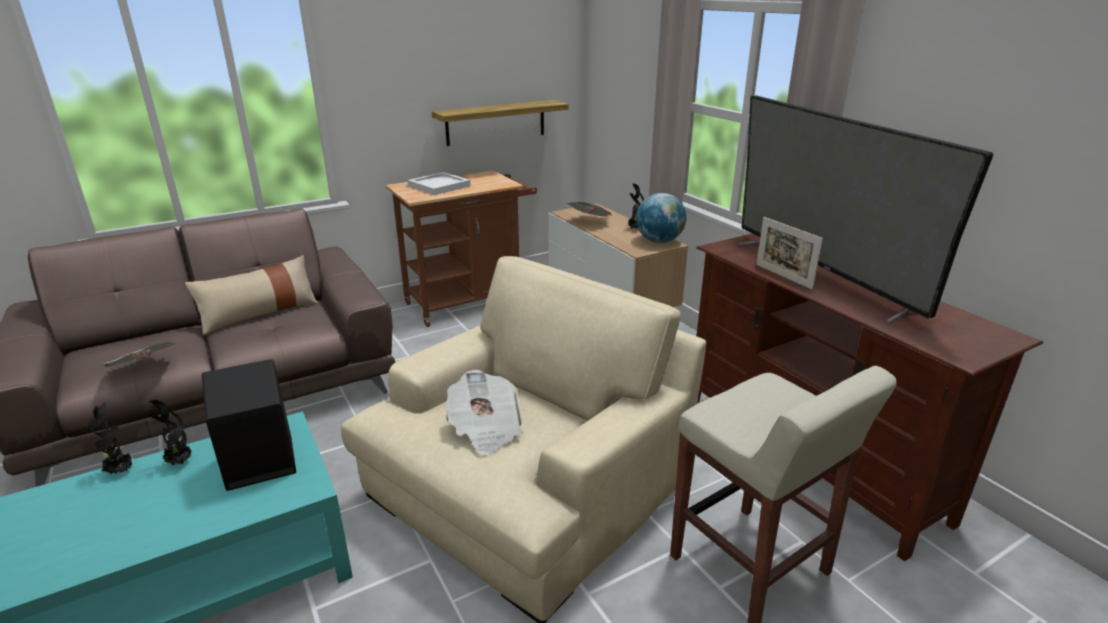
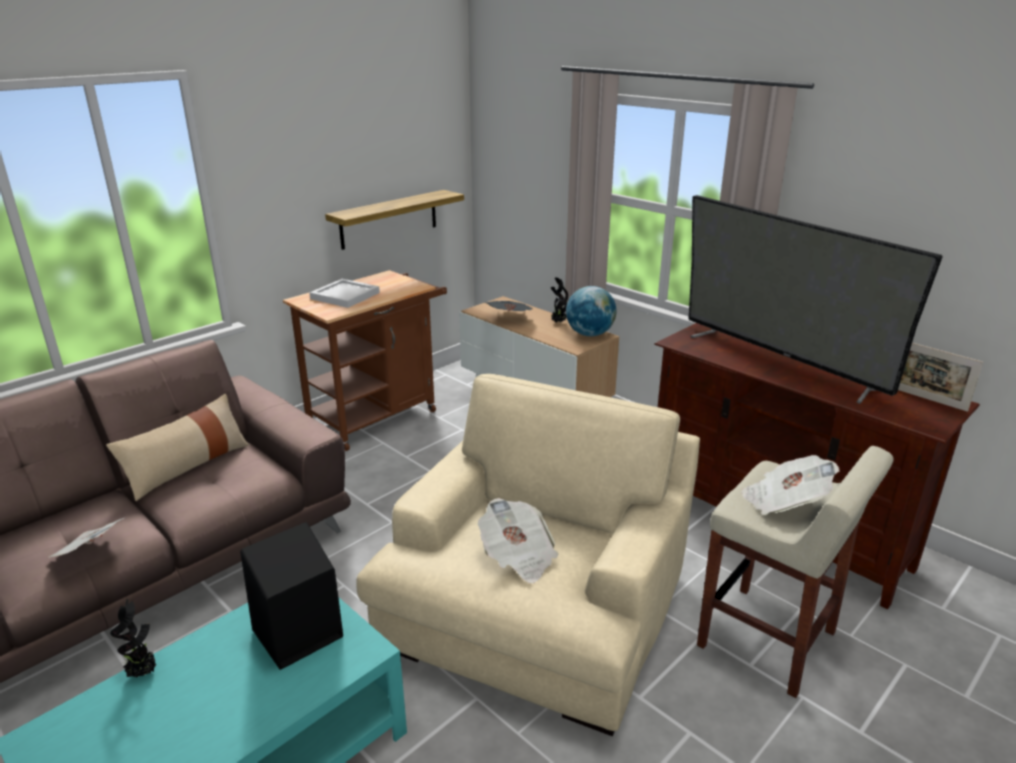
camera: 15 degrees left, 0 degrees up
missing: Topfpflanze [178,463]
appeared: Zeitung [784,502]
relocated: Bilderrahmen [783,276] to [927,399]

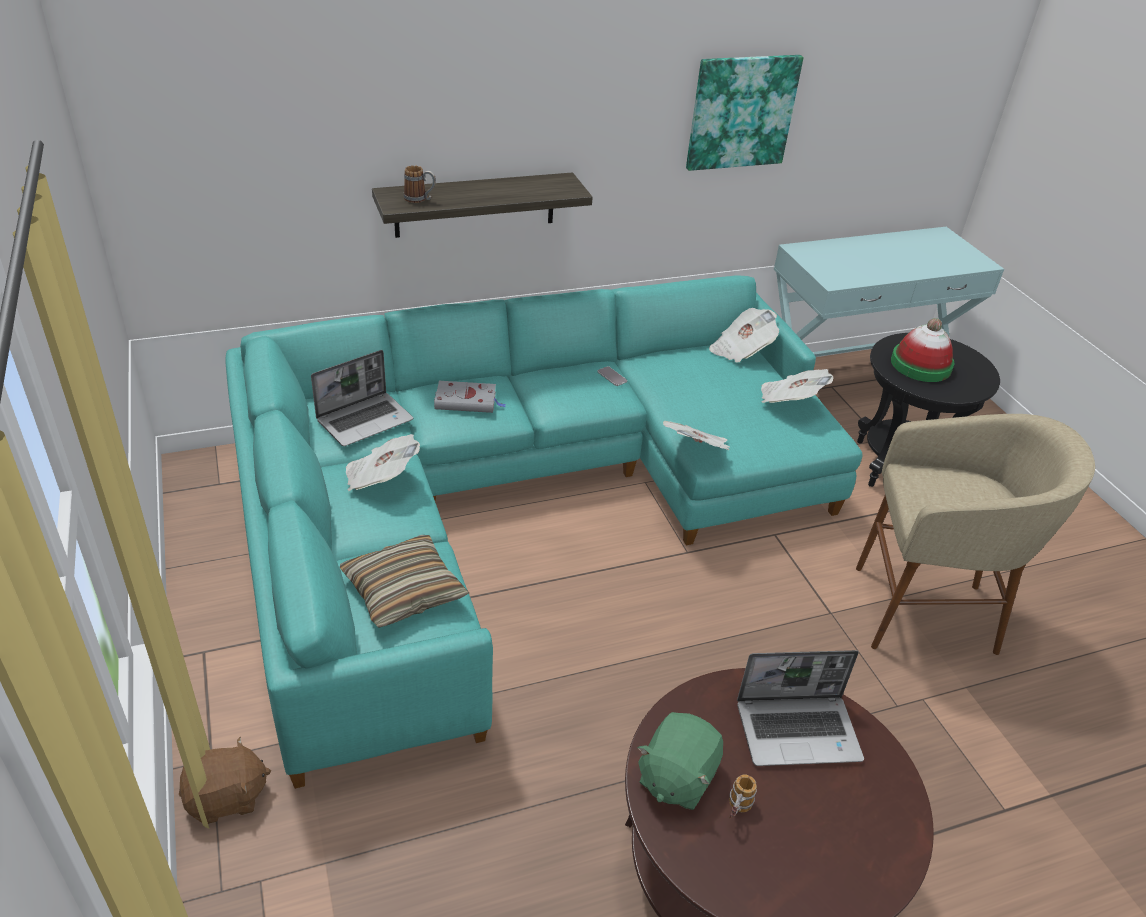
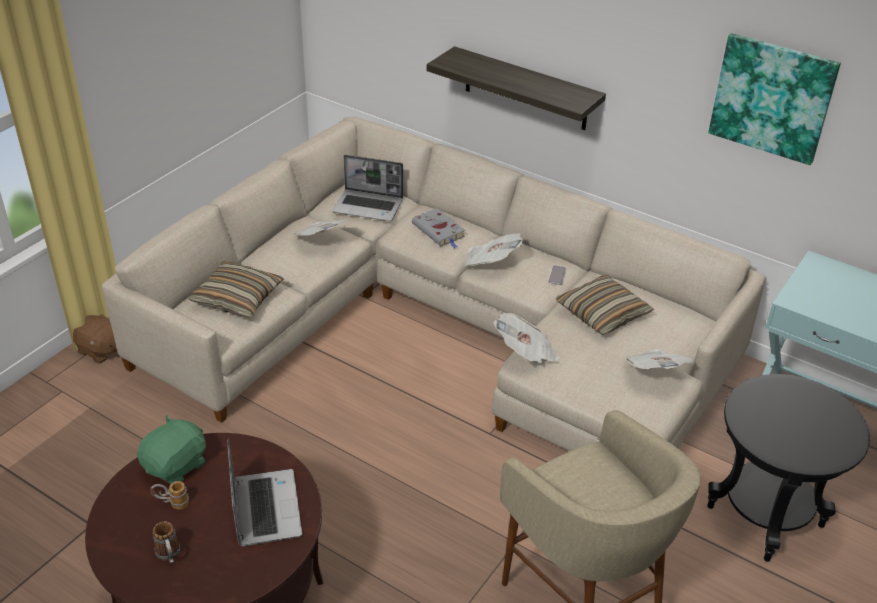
camera: 55 degrees right, 0 degrees up
missing: Hut [920,365]
appeared: Kissen [602,313]
relocated: Henkelbecher [420,199] to [169,555]; Zeitung [740,349] to [490,262]
colour: Sofa (türkis) [517,501] to Sofa (beige) [441,328]
spun: Plüschtier (grün) [676,777] = [176,466] 135 degrees clockwise; Laptop [799,730] = [265,508] 150 degrees counterclockwise

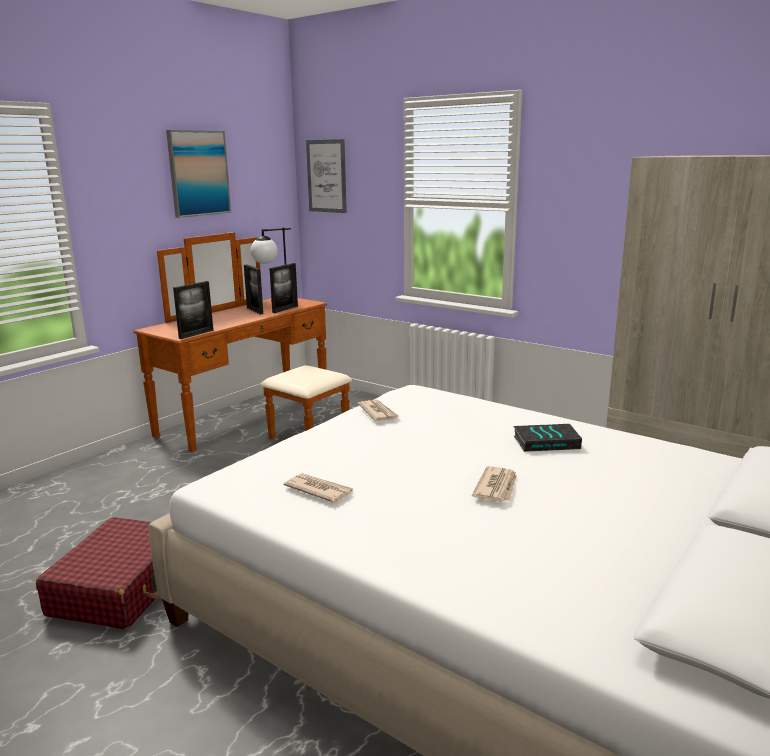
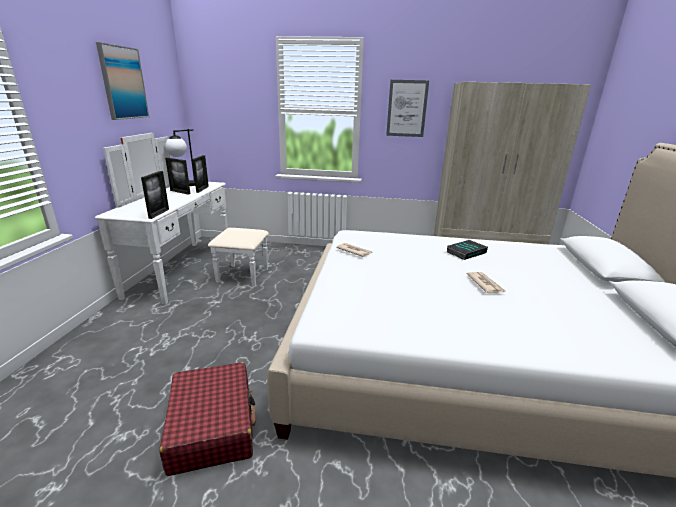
camera: 30 degrees left, 5 degrees up
missing: Zeitung [318,490]
relocated: Bild [326,176] to [407,108]
colour: Kommode (braun) [260,419] to Kommode (weiß) [196,270]

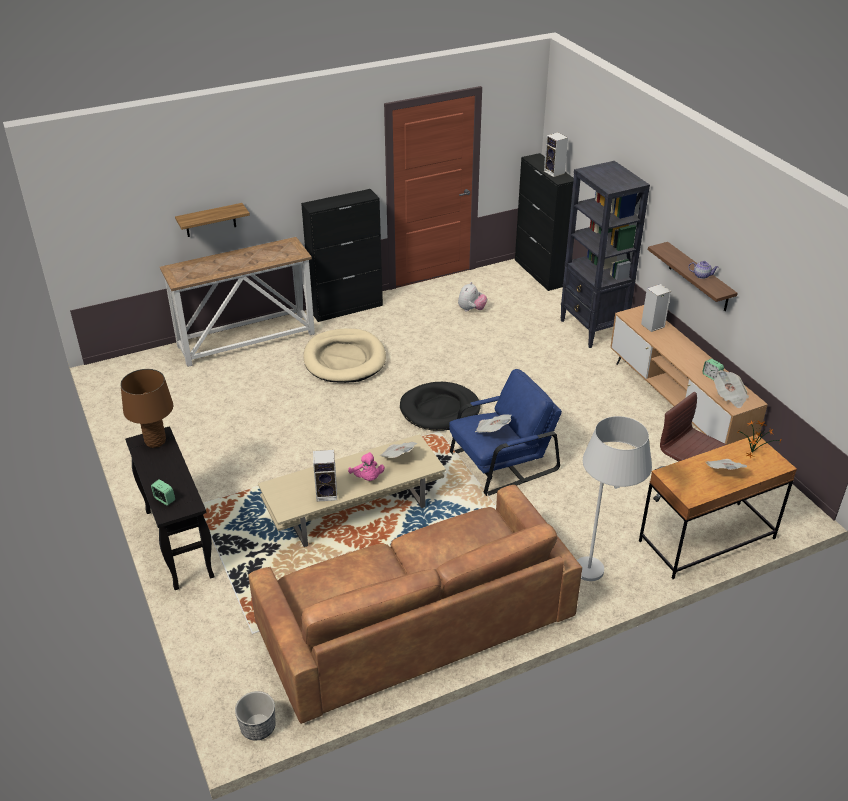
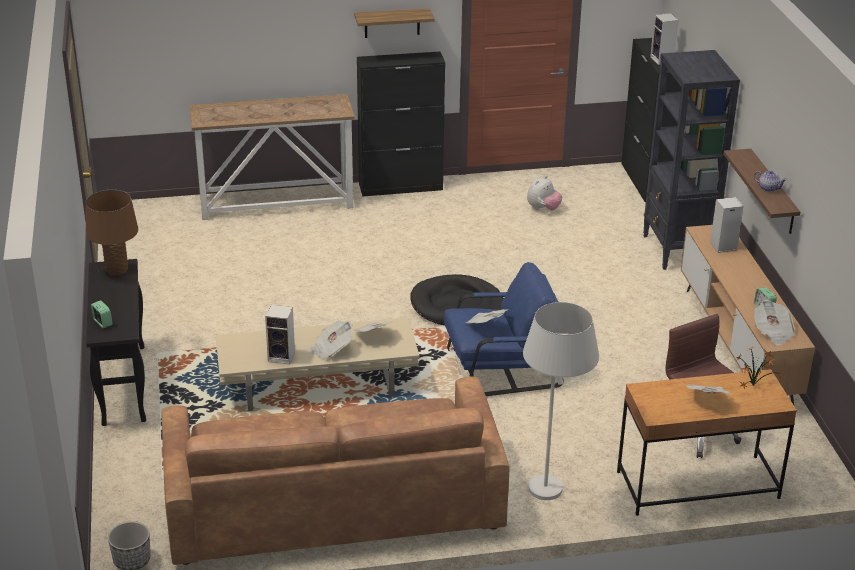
camera: 15 degrees right, 5 degrees down
missing: Hundebett (beige) [344,359]
relocated: Wandregal [210,220] to [392,23]
exchanged: Plüschtier (rosa) [367,478] to Zeitung [331,349]

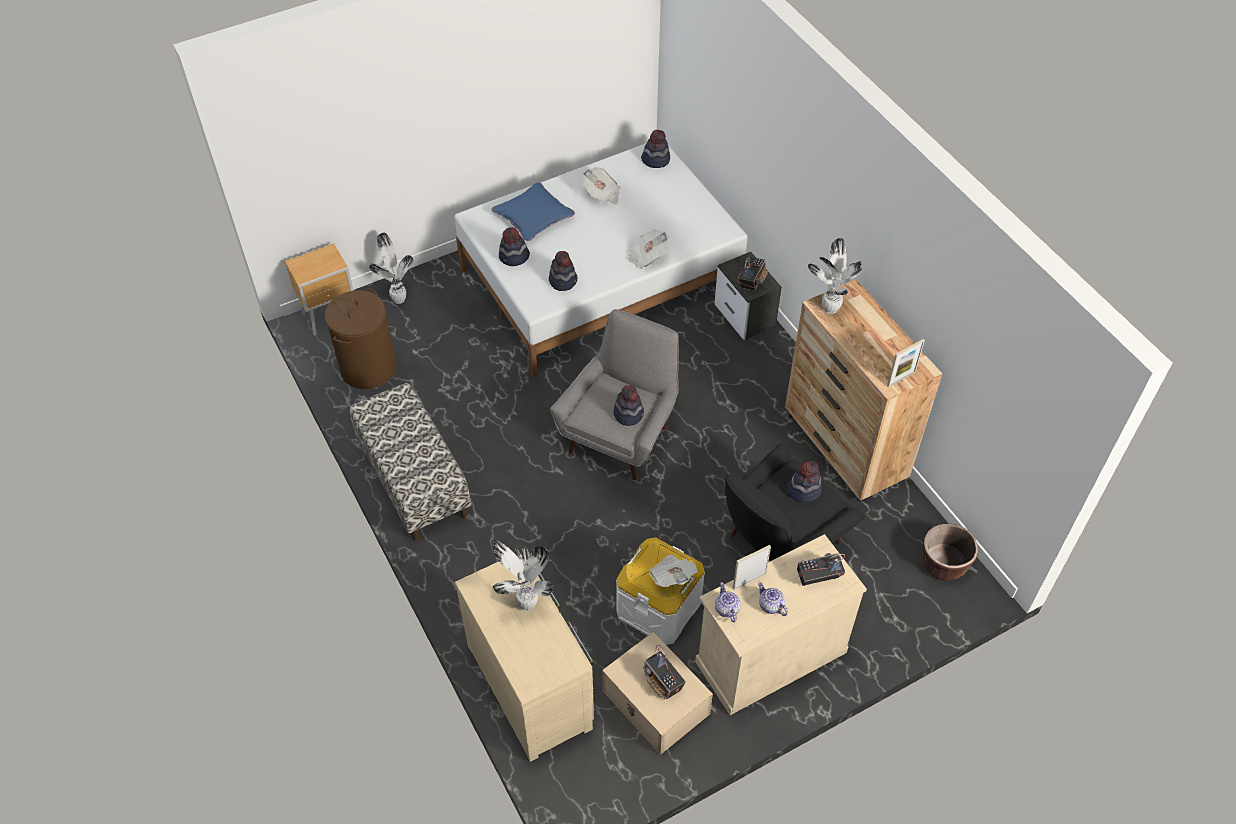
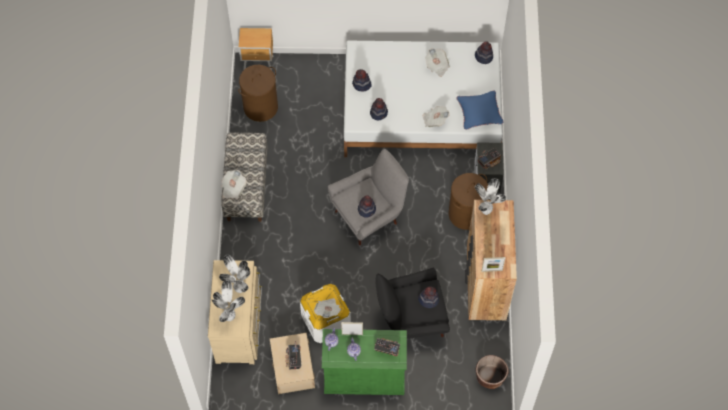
camera: 30 degrees right, 10 degrees up
appeared: Zeitung [233,188]; Wäschekorb (braun) [466,214]
relocated: Topfpflanze [398,298] to [230,316]; Kissen (blau) [533,216] to [479,112]
colour: Schrank (beige) [770,656] to Schrank (grün) [364,376]

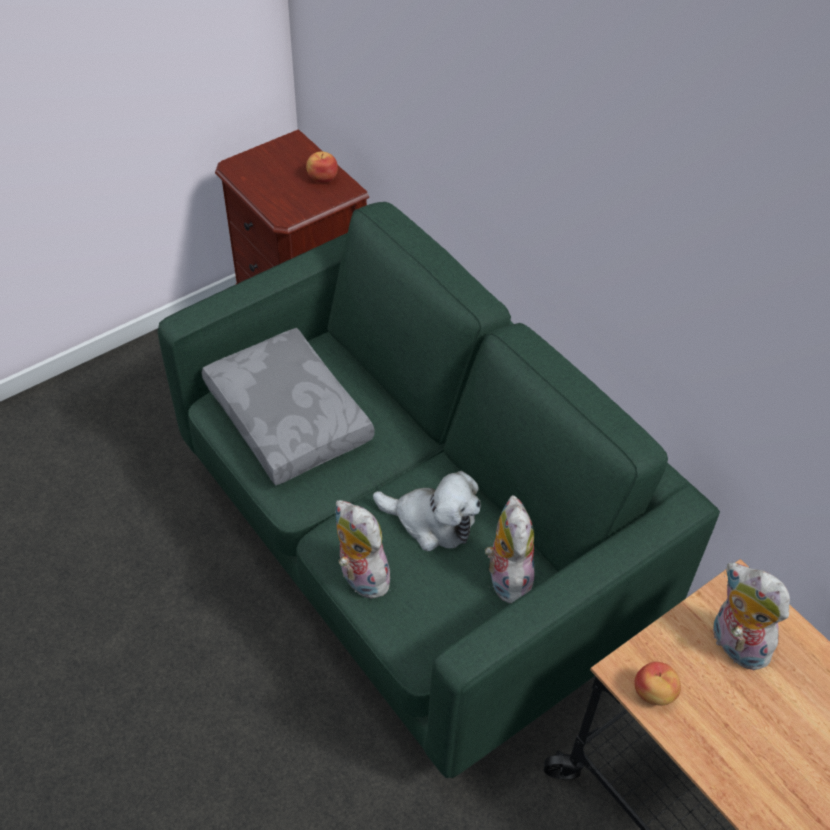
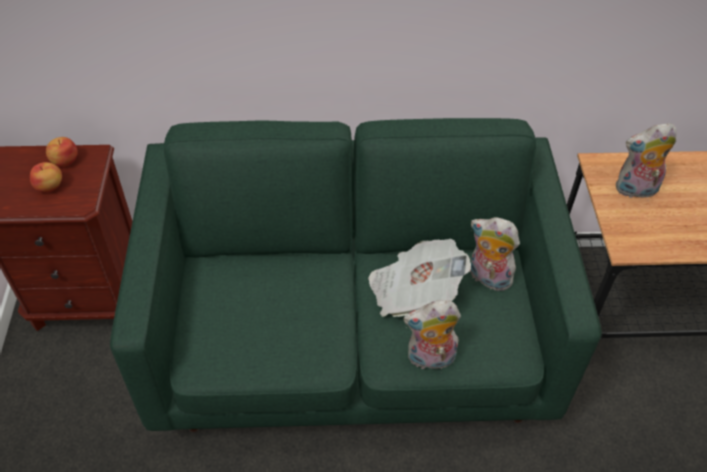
camera: 55 degrees left, 0 degrees up
missing: Kissen (grau) [291,417]
relocated: Apfel [654,693] to [50,187]
exchanged: Plüschtier [432,522] to Zeitung [414,292]

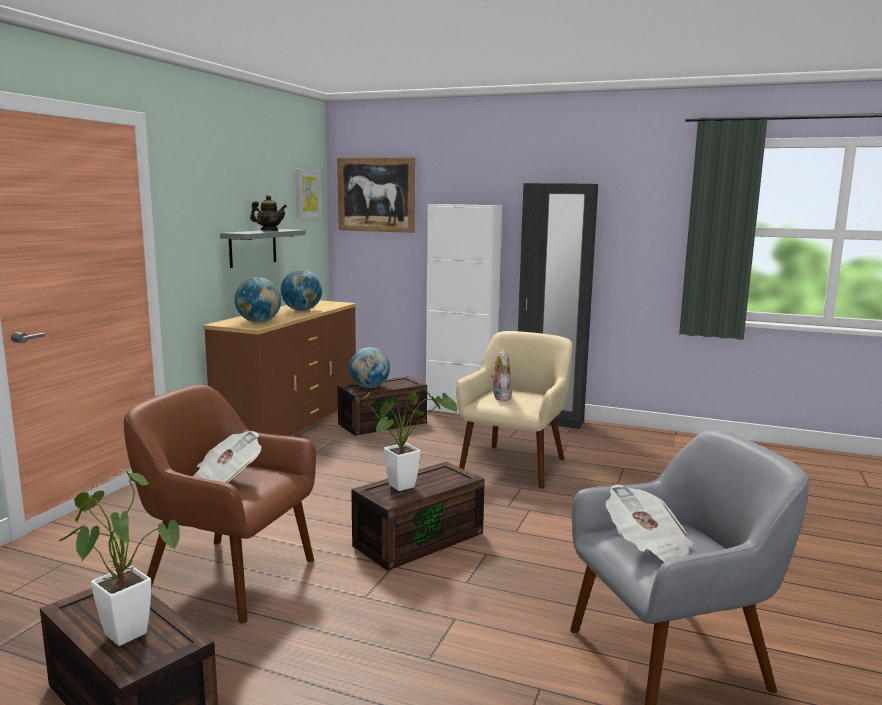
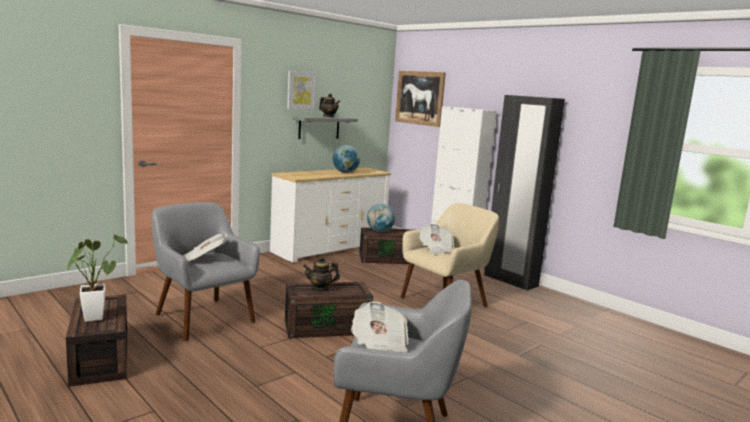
camera: 25 degrees right, 0 degrees up
missing: Globus [259,322]
relocated: Bild [307,194] to [301,90]
exchanged: Topfpflanze [407,485] to Teekanne [320,288]; Plüschtier [500,397] to Zeitung [435,249]
colour: Sessel (braun) [228,577] to Sessel (grau) [203,318]; Kommode (braun) [290,424] to Kommode (weiß) [329,248]

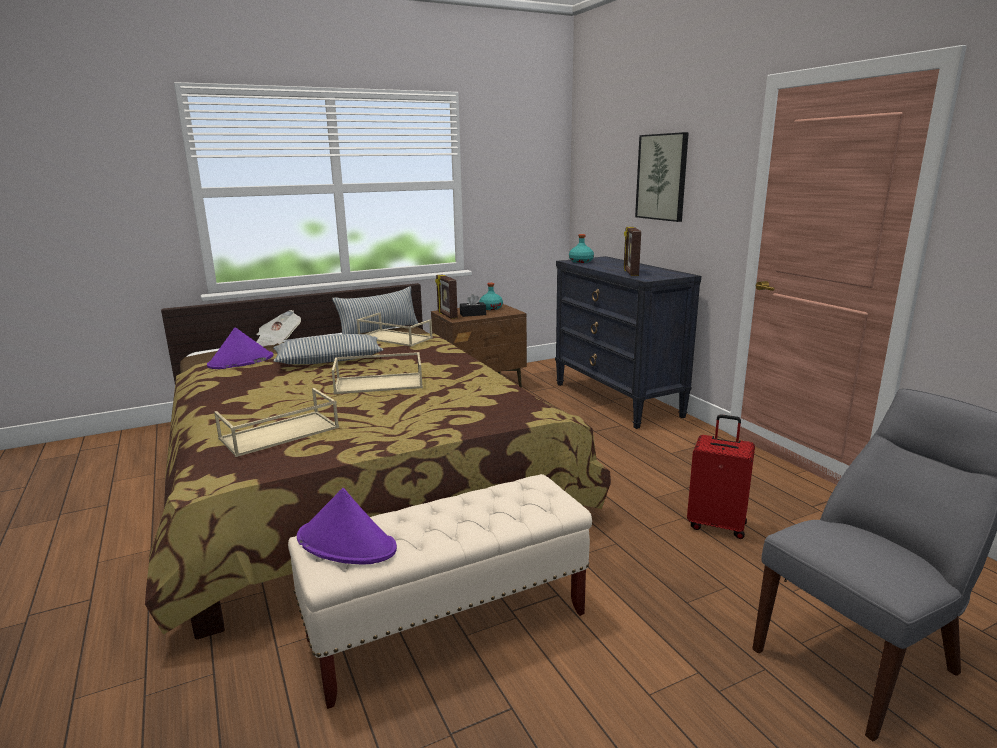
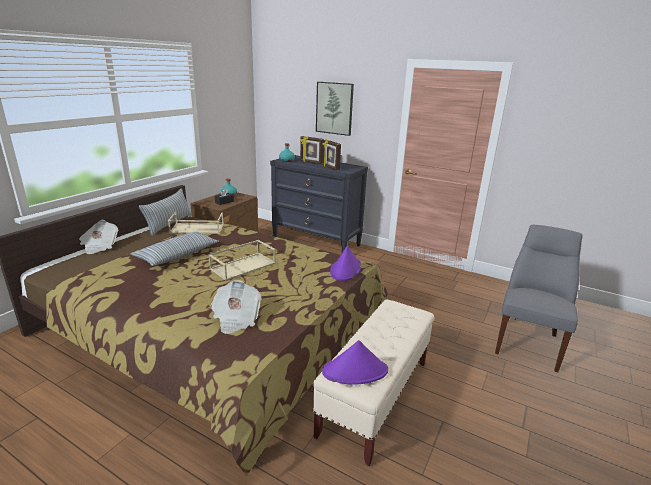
camera: 35 degrees left, 5 degrees up
missing: Koffer (rot) [717,524]
relocated: Hut (lila) [241,361] to [345,270]; Bilderrahmen [446,315] to [311,162]
exchanged: Tablett (beige) [279,434] to Zeitung [236,318]

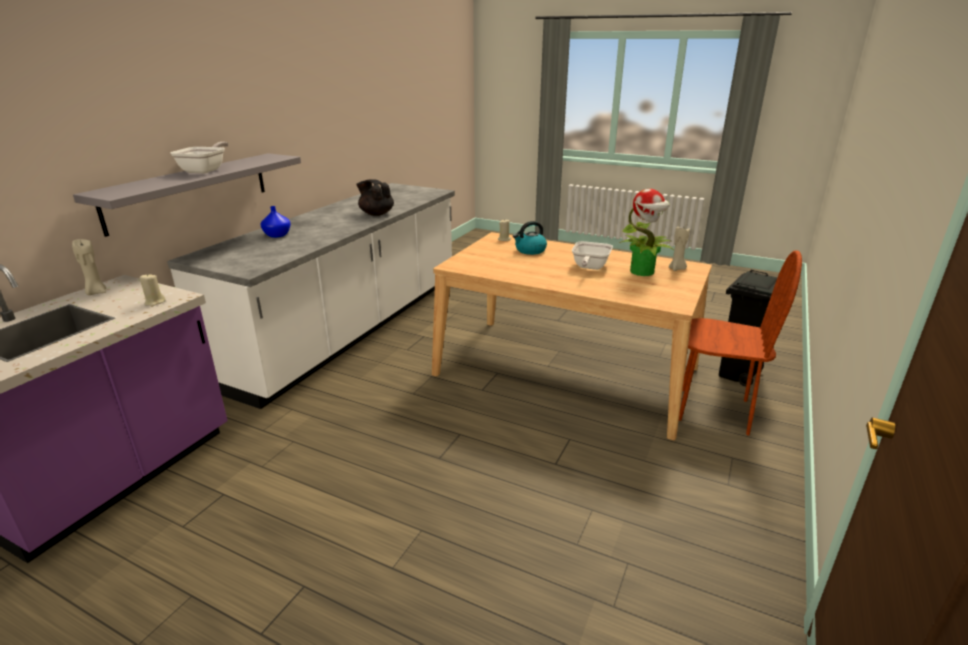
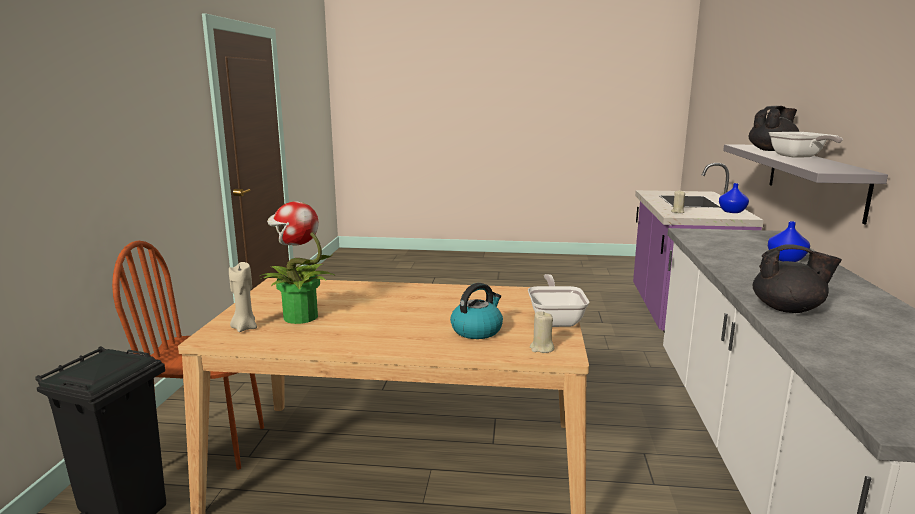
camera: 160 degrees right, 10 degrees down
appeared: Teekanne (schwarz) [772,150]
relocated: Pfanne [589,267] to [555,319]
exchanged: Kerze (beige) [96,292] to Vase (blau) [732,211]

